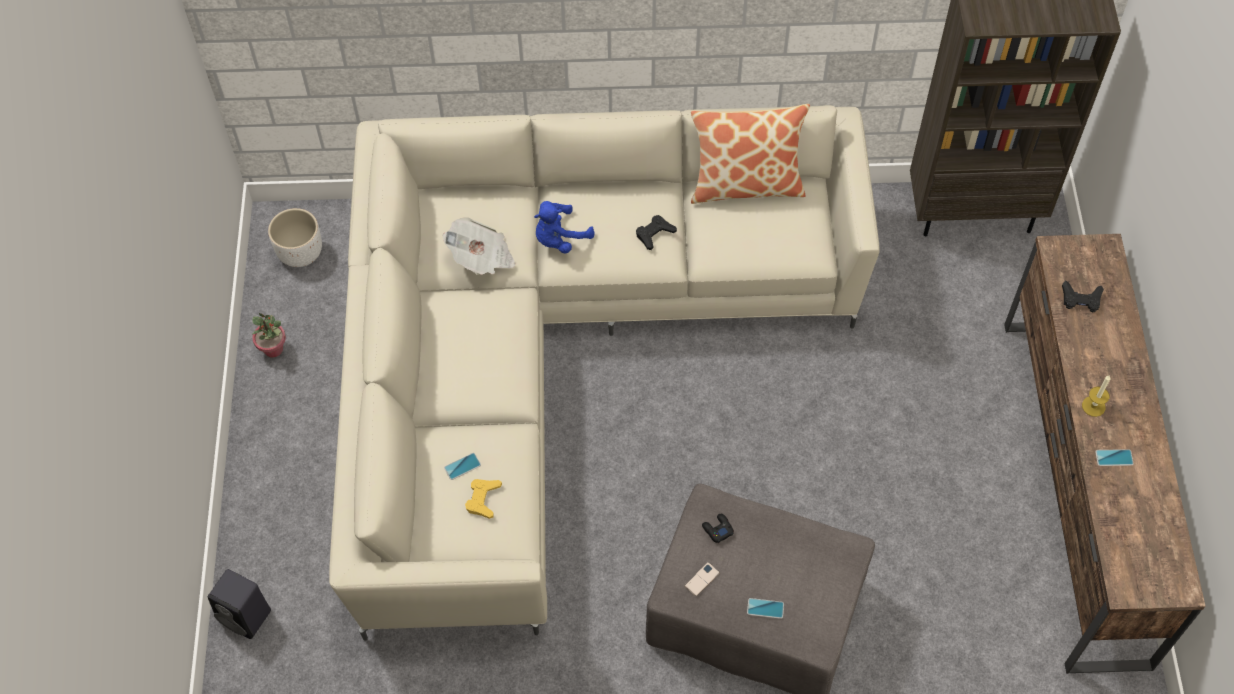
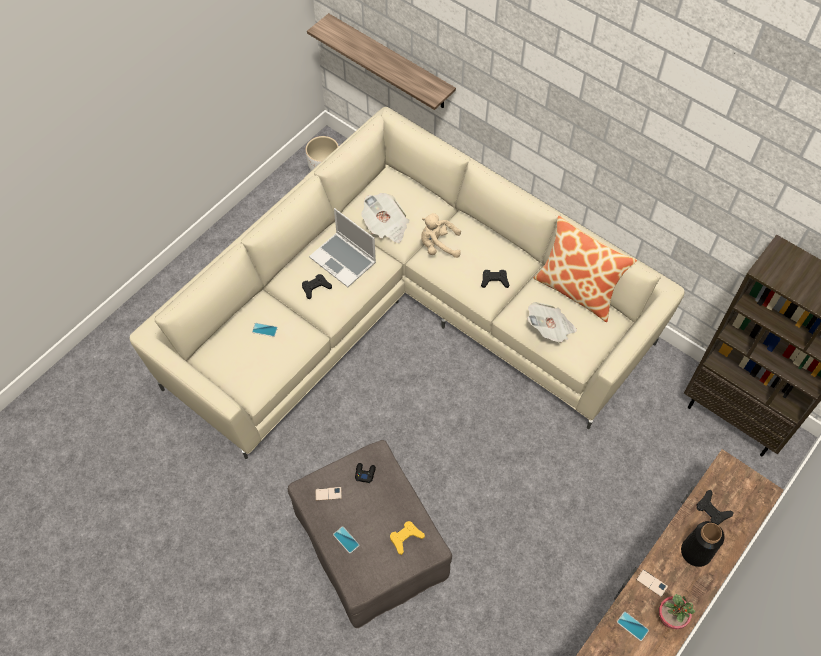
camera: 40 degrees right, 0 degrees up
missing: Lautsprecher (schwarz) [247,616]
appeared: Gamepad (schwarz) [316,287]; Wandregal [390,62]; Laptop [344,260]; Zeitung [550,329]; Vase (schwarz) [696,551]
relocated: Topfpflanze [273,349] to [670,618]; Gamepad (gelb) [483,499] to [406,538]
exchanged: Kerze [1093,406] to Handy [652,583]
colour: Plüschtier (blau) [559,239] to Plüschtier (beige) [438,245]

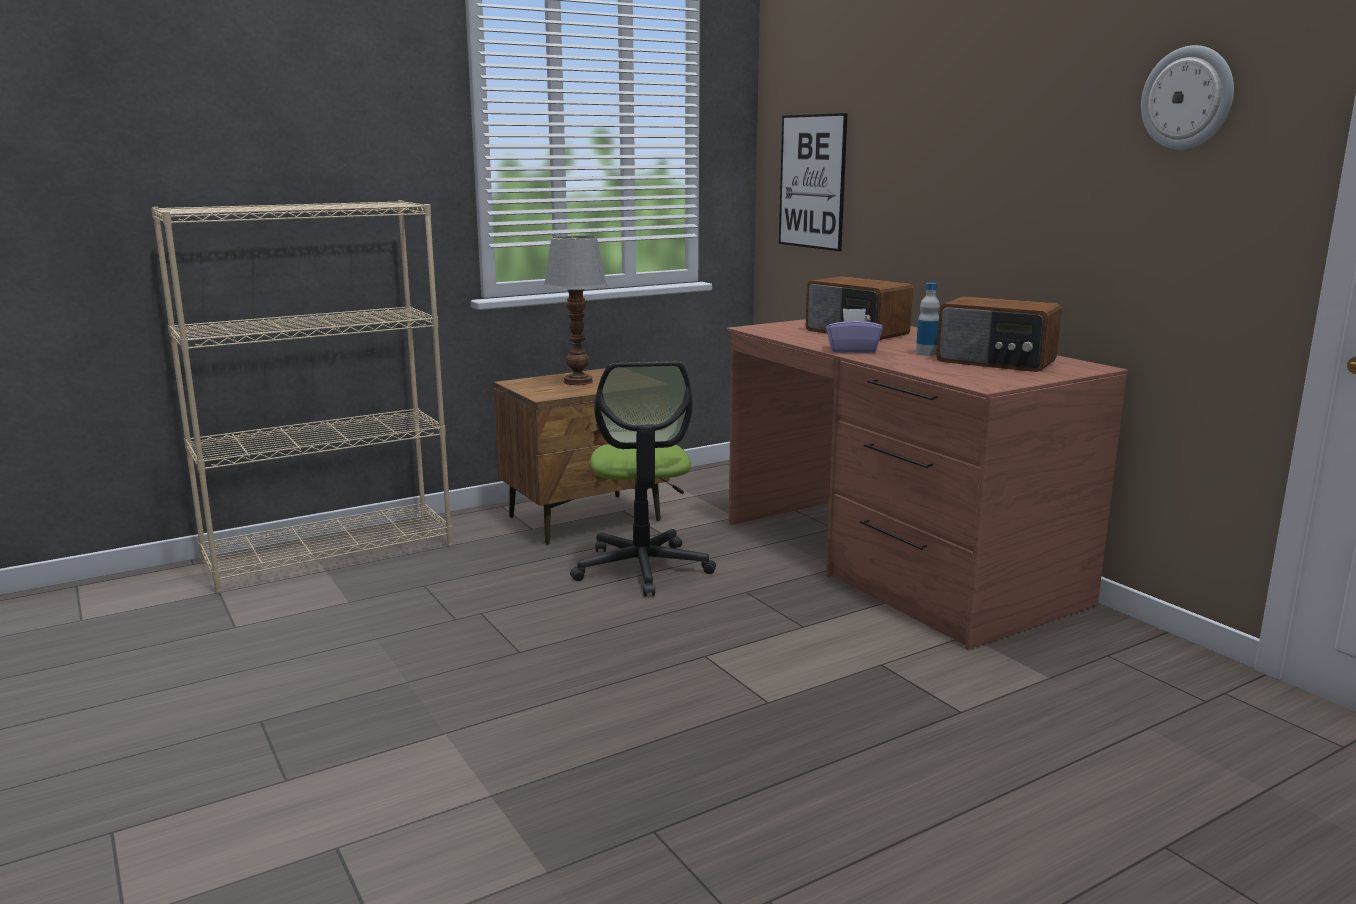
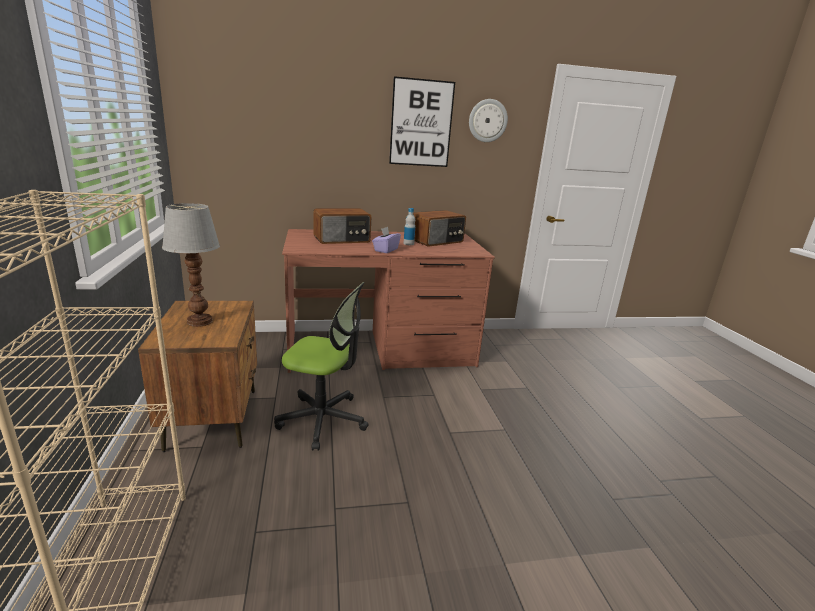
camera: 70 degrees left, 5 degrees up
relocated: Bild [812,182] to [421,123]

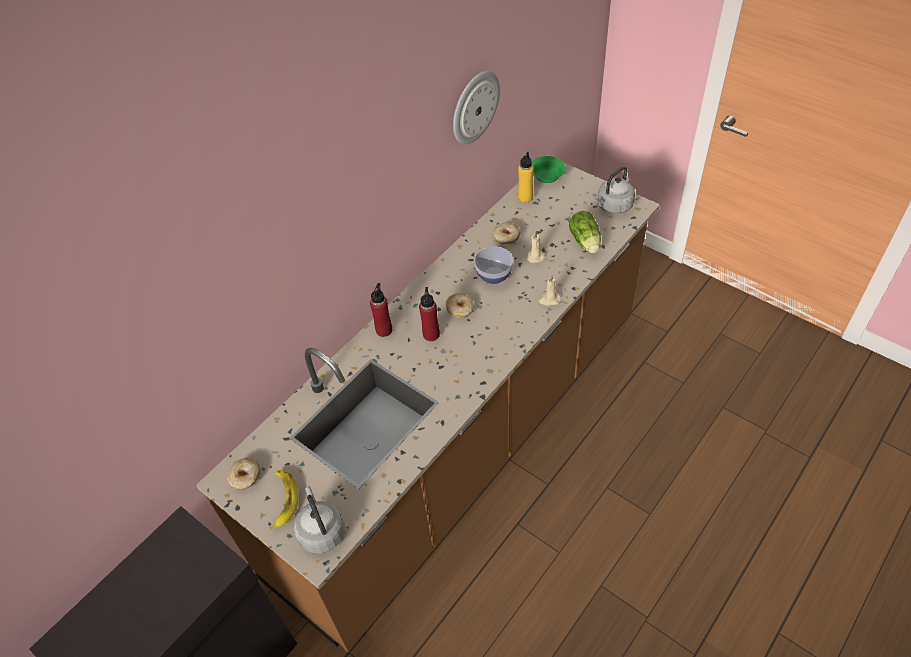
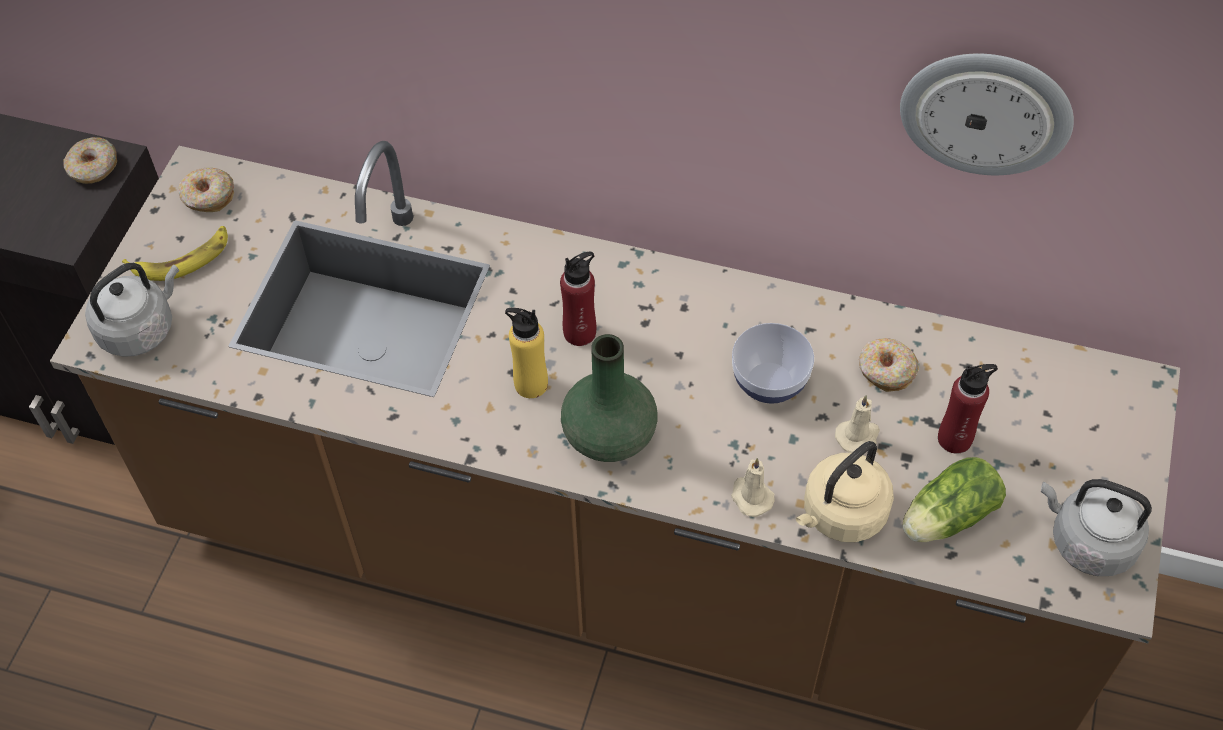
camera: 65 degrees right, 5 degrees up
missing: Schüssel (grün) [546,175]
appeared: Vase (grün) [610,434]; Wasserkessel (beige) [841,515]
relocated: Flasche (rot) [384,330] to [955,439]; Donut [460,309] to [93,168]; Flasche (gelb) [525,198] to [530,384]

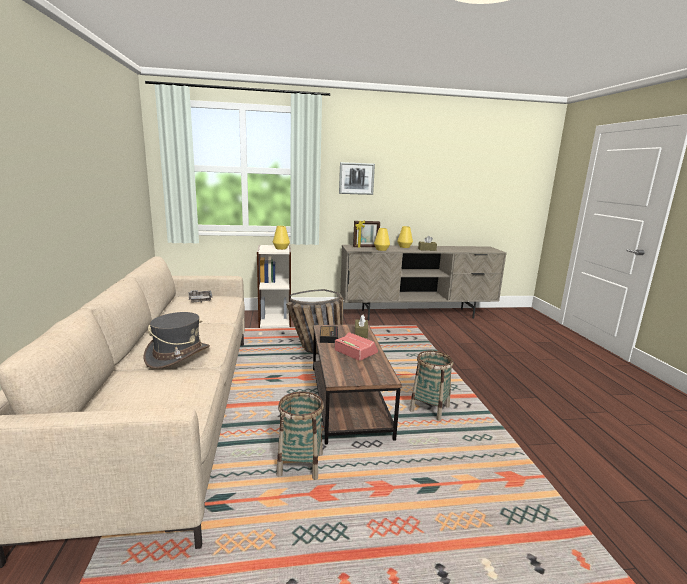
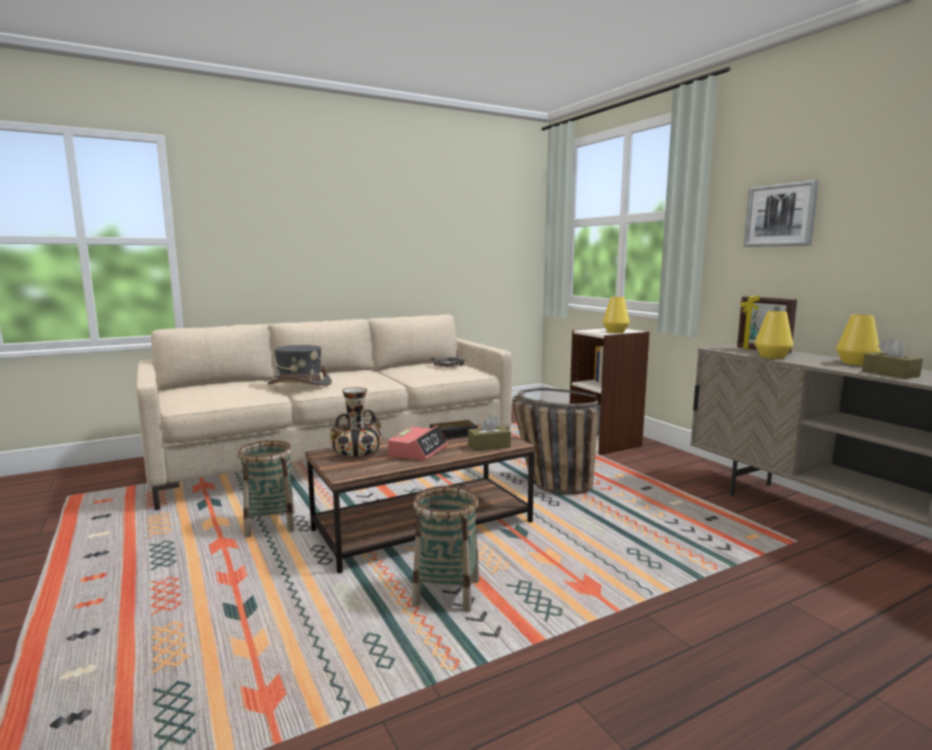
camera: 70 degrees right, 5 degrees down
appeared: Vase [357,452]

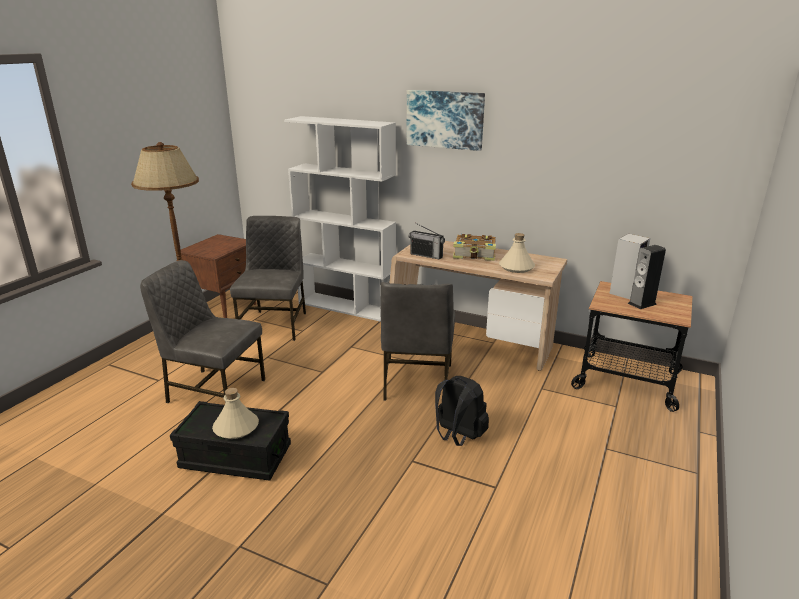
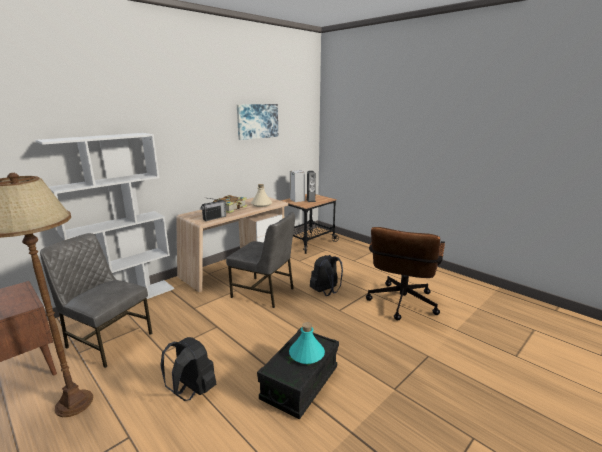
camera: 70 degrees left, 5 degrees down
appeared: Bürostuhl (braun) [401,305]
relocated: Bild [445,119] to [257,121]
exchanged: Stuhl (grau) [214,391] to Rucksack (schwarz) [192,391]
colour: Flasche (beige) [236,427] to Flasche (türkis) [306,354]

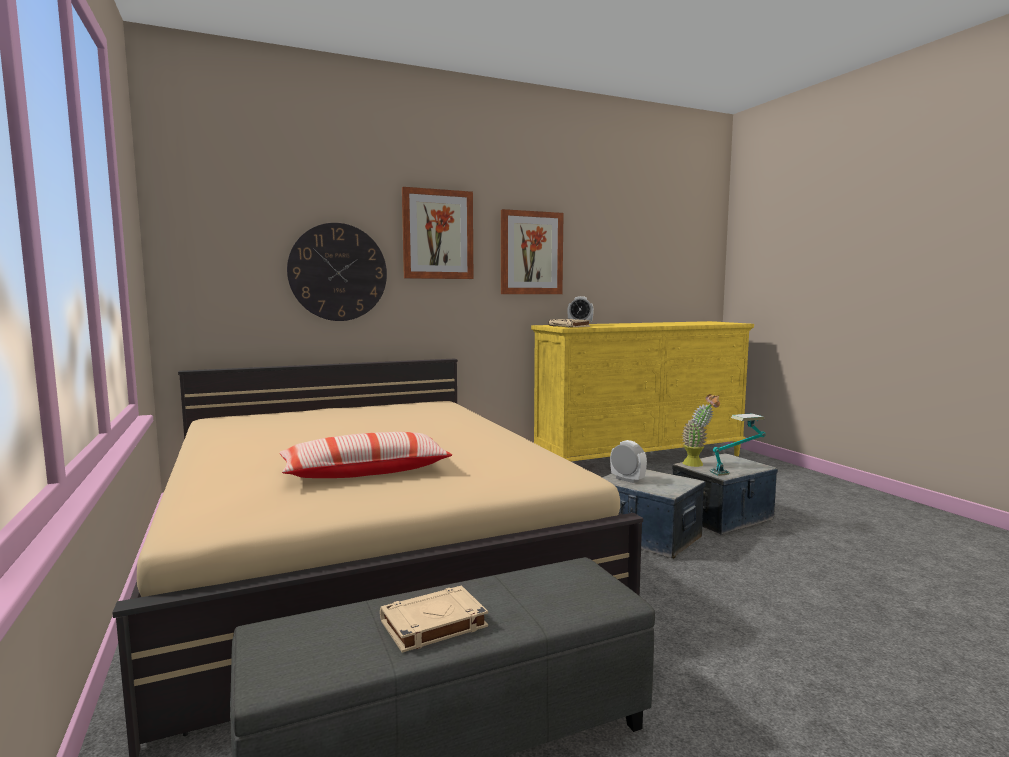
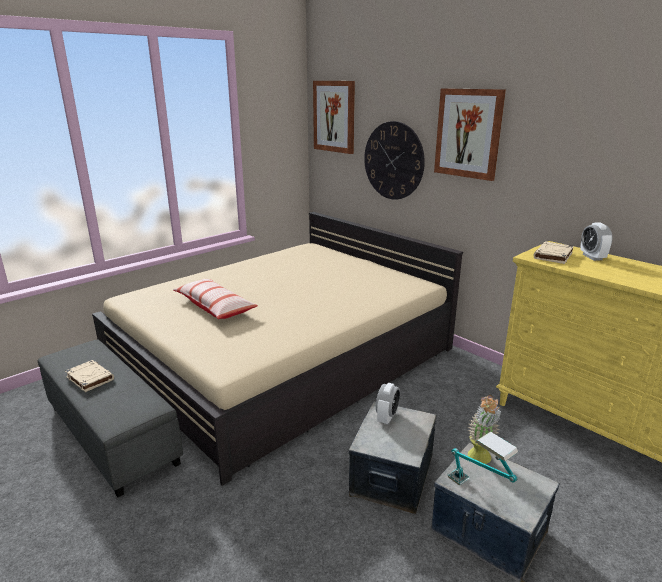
camera: 70 degrees right, 15 degrees up
relocated: Bild [531,253] to [334,116]

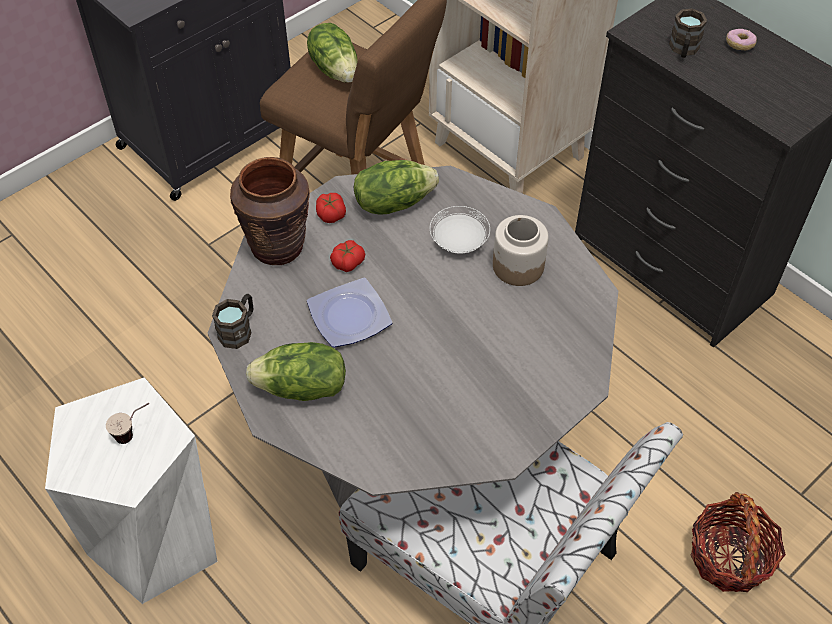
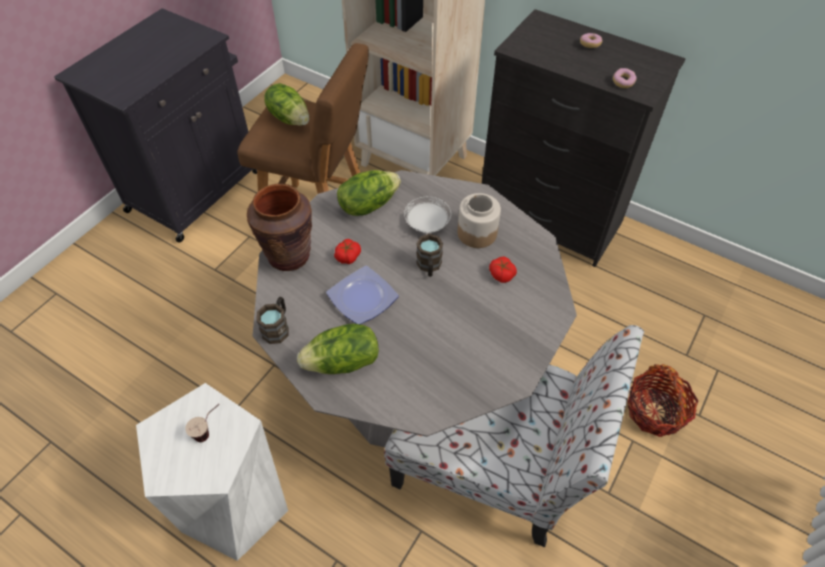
camera: 15 degrees left, 0 degrees up
appeared: Donut [623,82]
relocated: Tomate [331,214] to [501,274]; Henkelbecher (braun) [683,50] to [429,267]

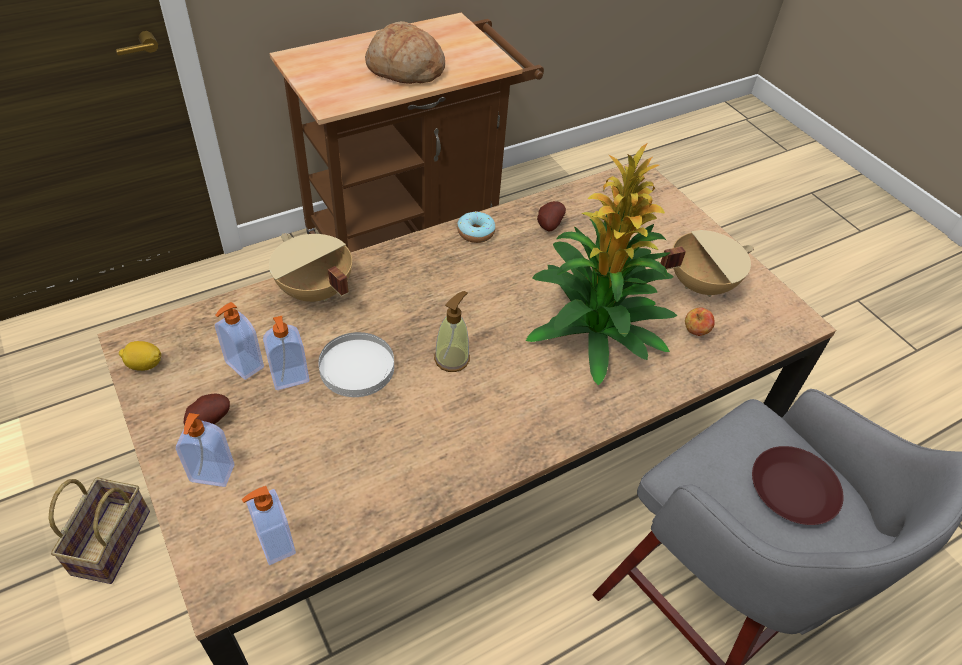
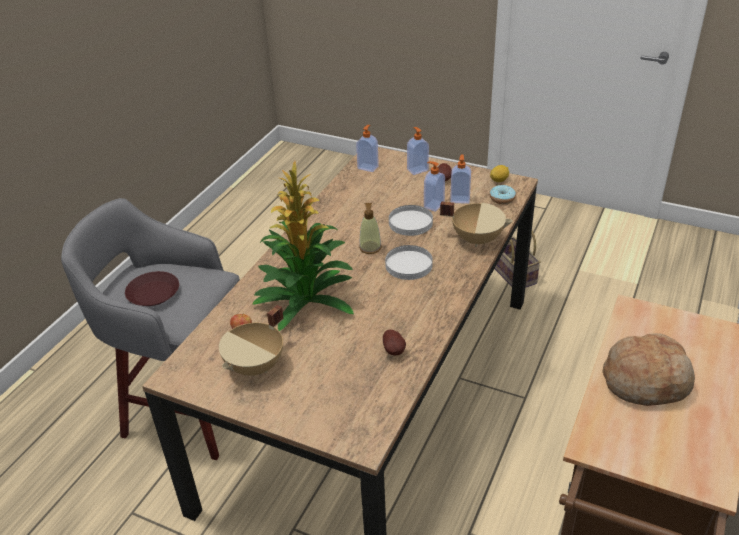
camera: 150 degrees right, 10 degrees down
appeared: Teller (weiß) [409,265]
relocated: Donut [475,233] to [502,199]

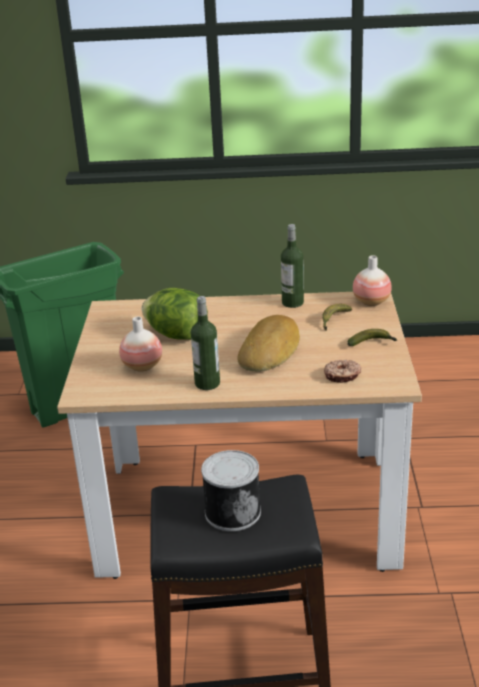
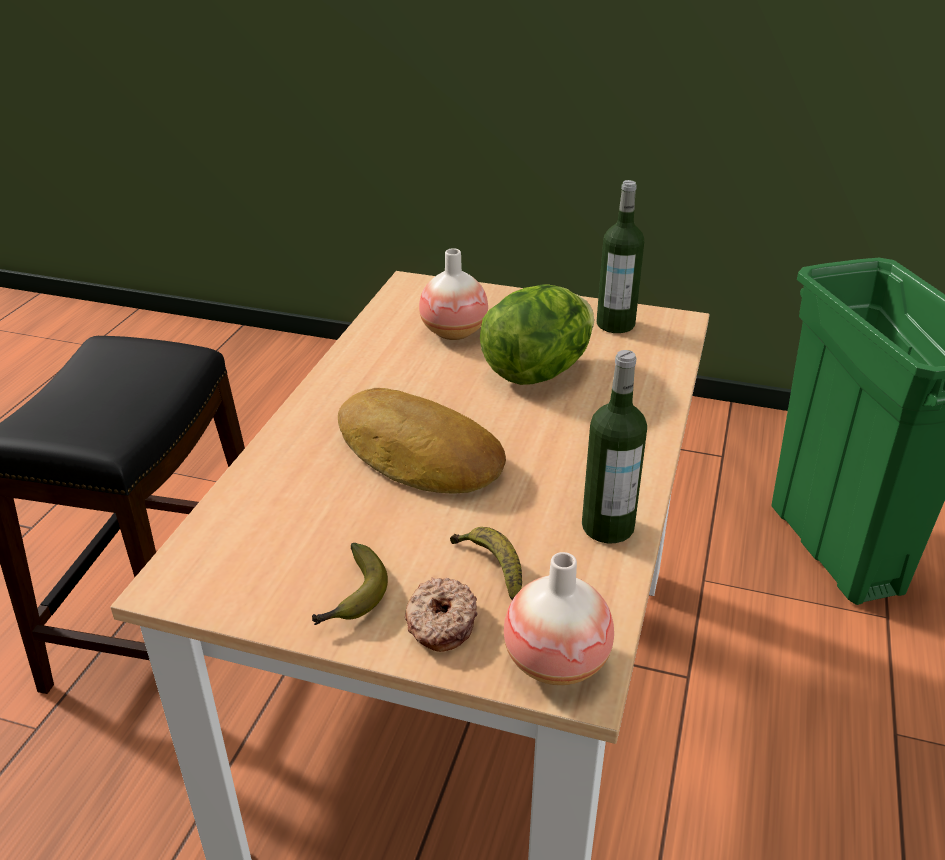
camera: 105 degrees right, 5 degrees up
missing: Dose [232,511]
relocated: Flasche [207,383] to [615,324]; Donut [342,376] to [440,623]

